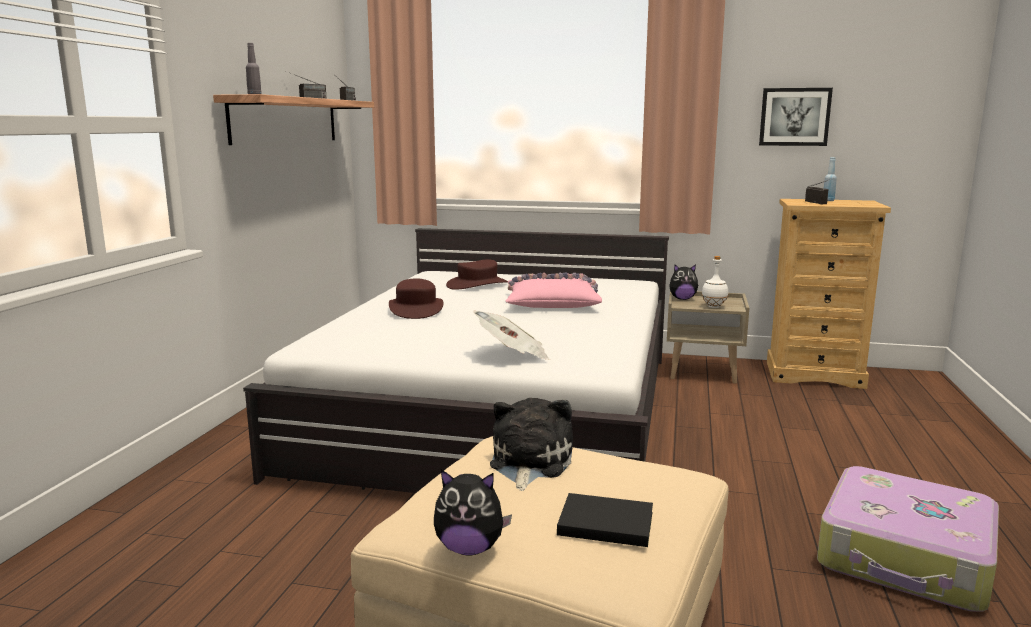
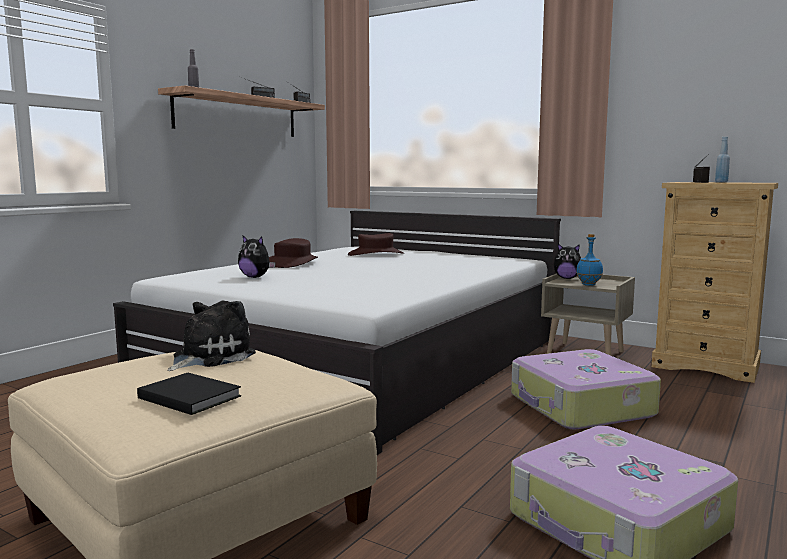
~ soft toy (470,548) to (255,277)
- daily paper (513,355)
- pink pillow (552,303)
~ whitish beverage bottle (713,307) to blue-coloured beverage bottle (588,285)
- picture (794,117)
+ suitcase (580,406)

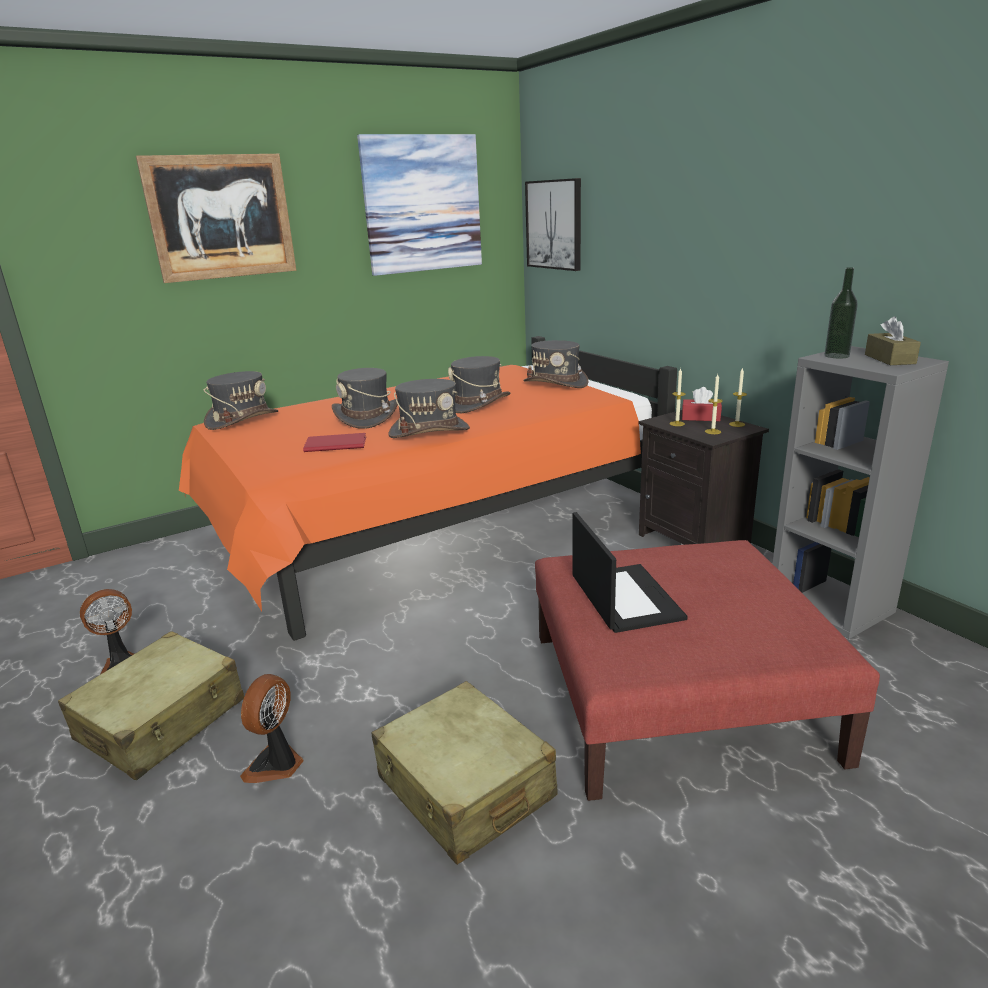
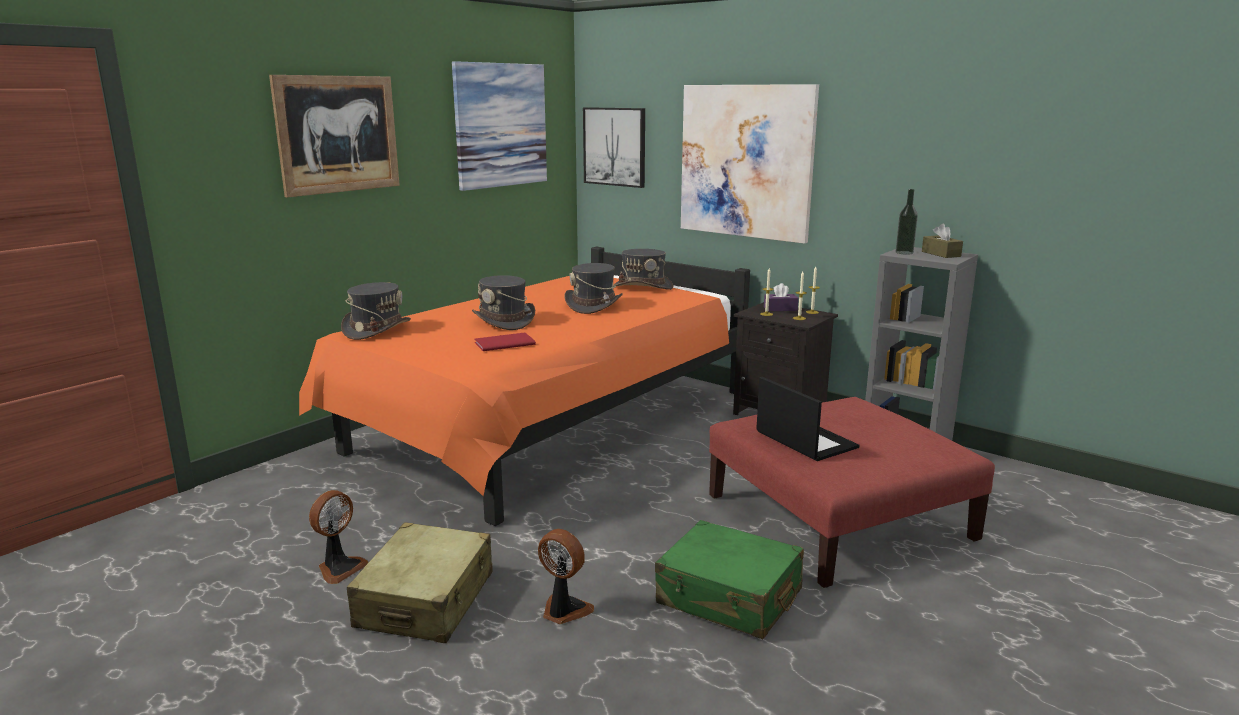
~ fan (276,764) = (563,611) 120 degrees clockwise
~ sand-coloured suitcase (465,788) to green-coloured suitcase (729,597)
- greyish wearable hat (429,431)
~ reddish box of tissues (700,418) to purple box of tissues (780,309)
+ picture (746,161)

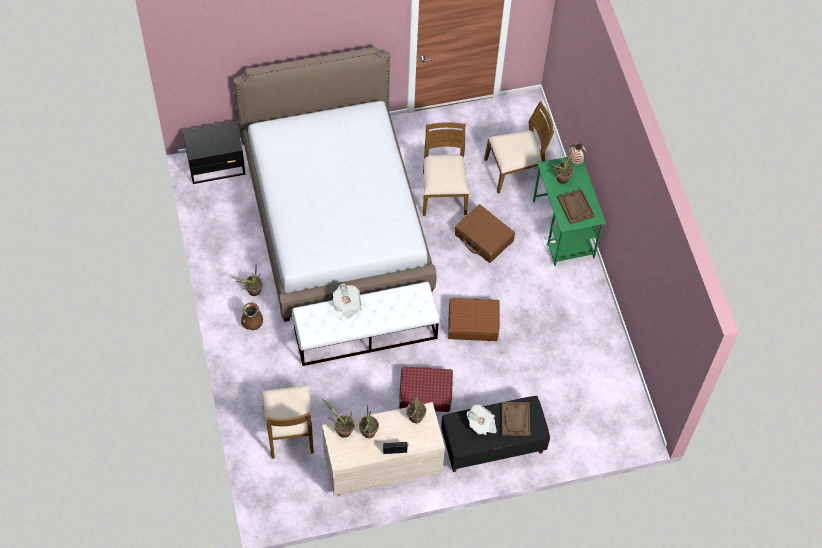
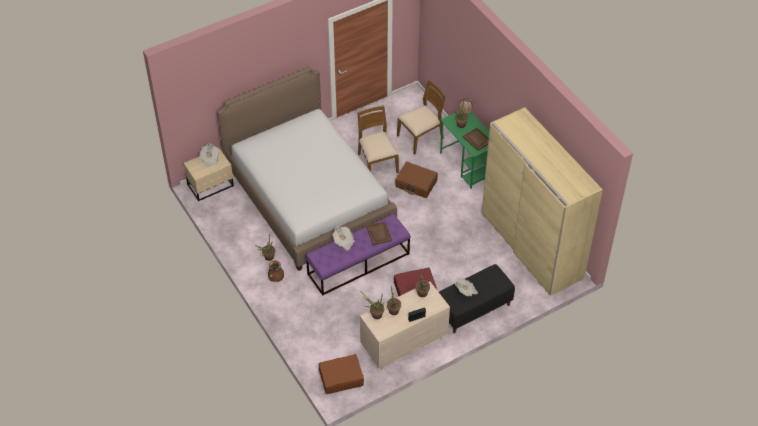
~ black nightstand (217,166) to sand-coloured nightstand (211,185)
- brown-coloured plain chair (289,430)
~ whitish indoor bench (366,334) to purple indoor bench (359,263)
~ brown-coloured suitcase (472,323) to (341,378)
~ brown-coloured serving tray (515,419) to (379,234)
+ daily paper (209,159)
+ sand-coloured armoire (531,245)

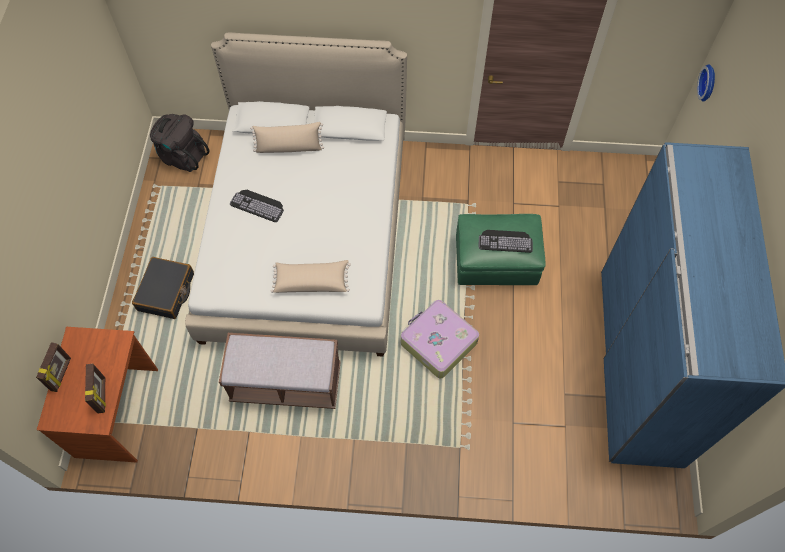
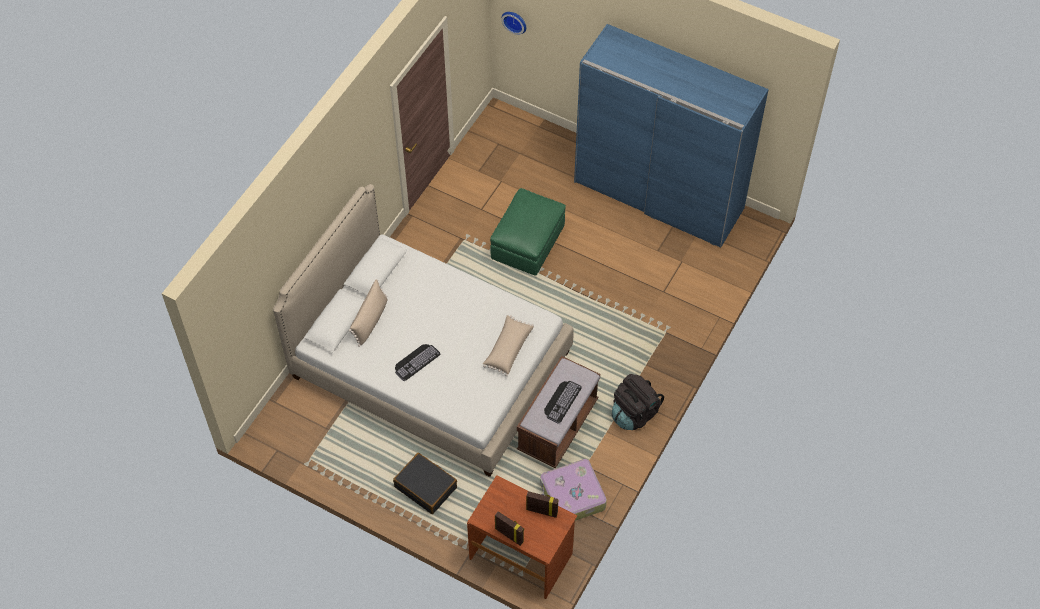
~ black knapsack (182,156) to (634,413)
~ suitcase (437,342) to (572,497)
~ PC keyboard (506,240) to (561,400)

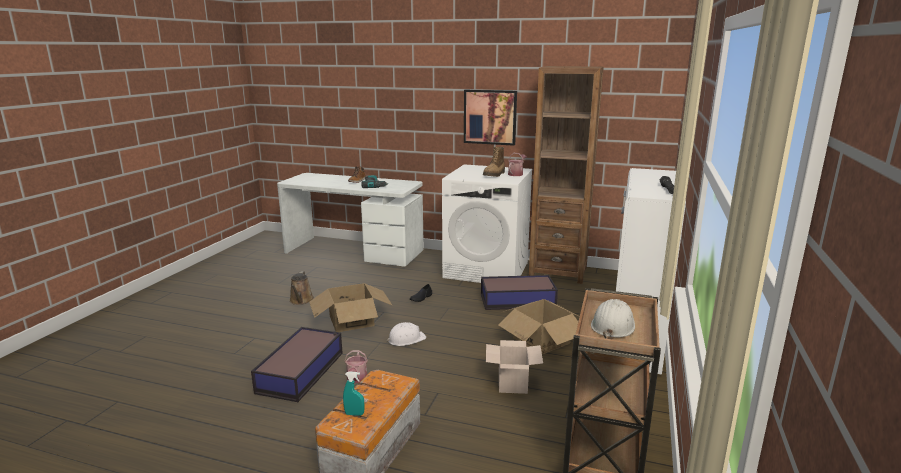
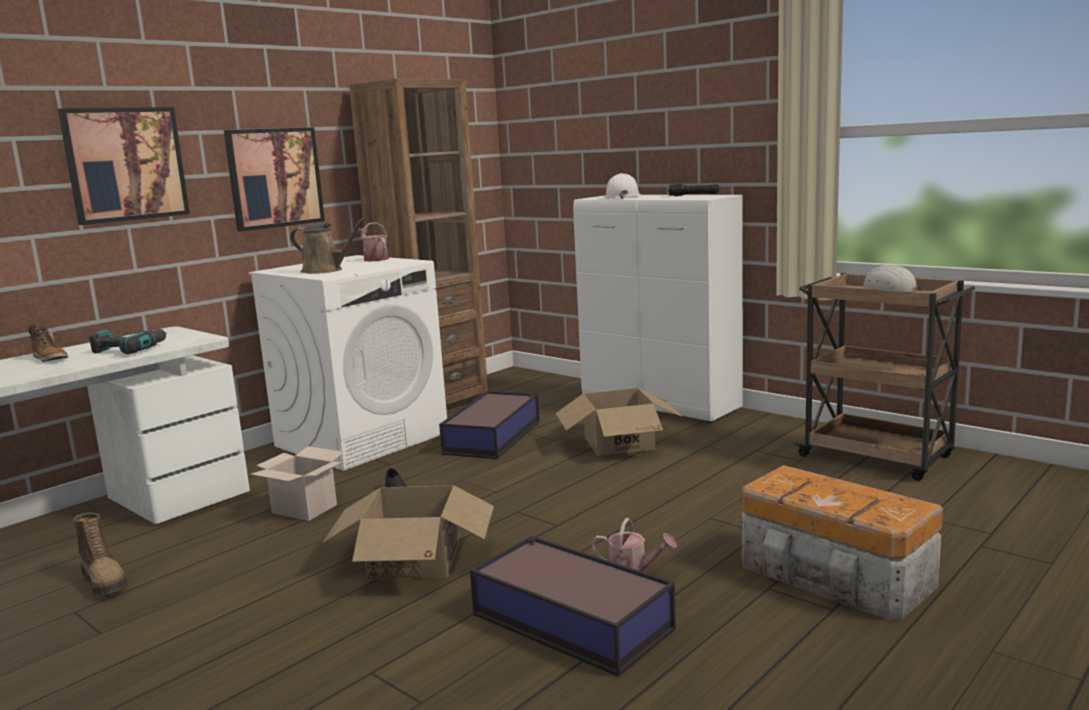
~ brown-coloured sprinkling can (301,301) to (325,270)
- turquoise spray bottle (354,414)
~ whitish safety helmet (406,339) to (622,197)
~ high-top boot (494,175) to (105,582)
~ packing box (511,382) to (302,509)
+ picture (125,164)

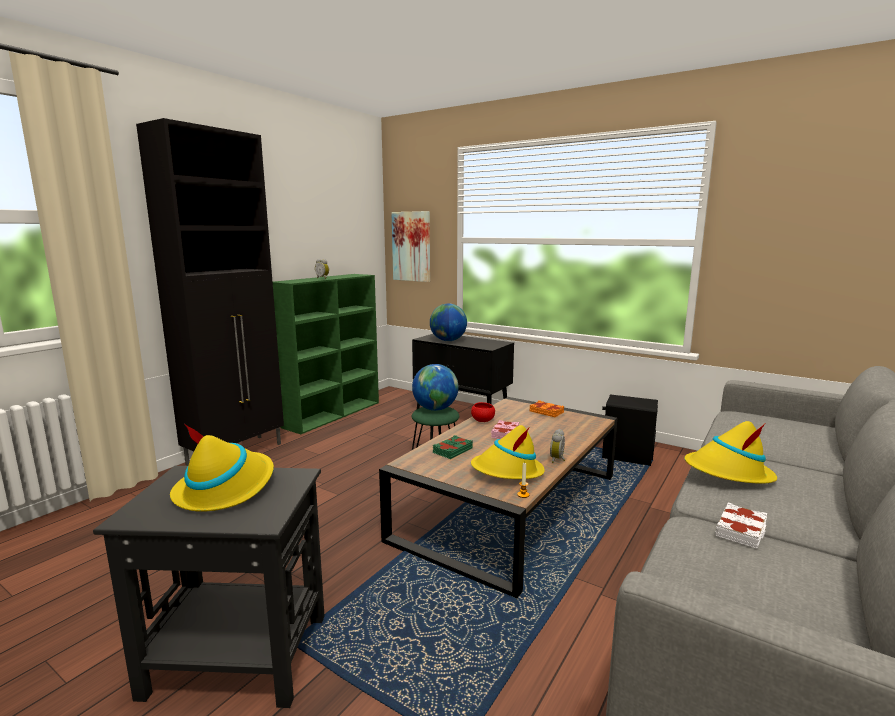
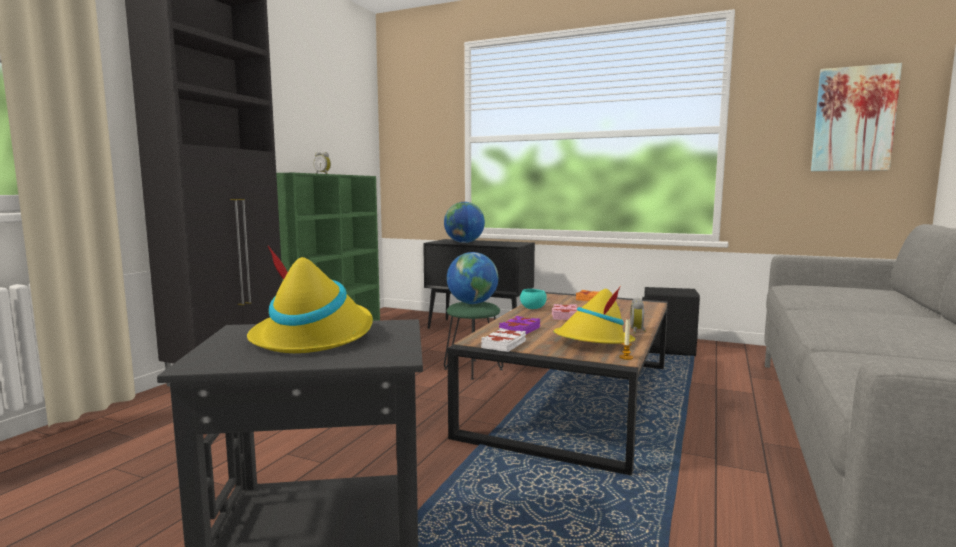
~ picture (411,246) to (853,119)
~ green-coloured bound book (452,450) to purple bound book (519,330)
~ reddish serving bowl (482,421) to turquoise serving bowl (532,308)
- yellowish wearable hat (727,473)
~ whitish bound book (741,530) to (504,344)

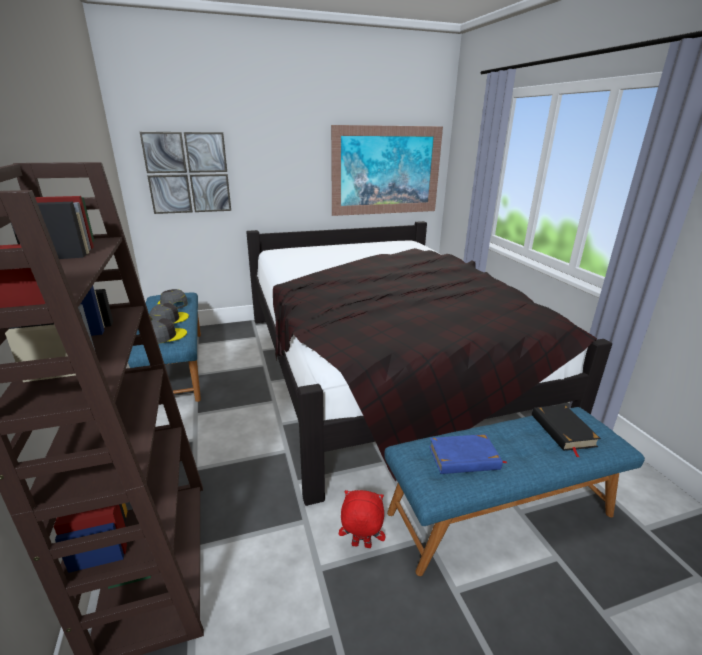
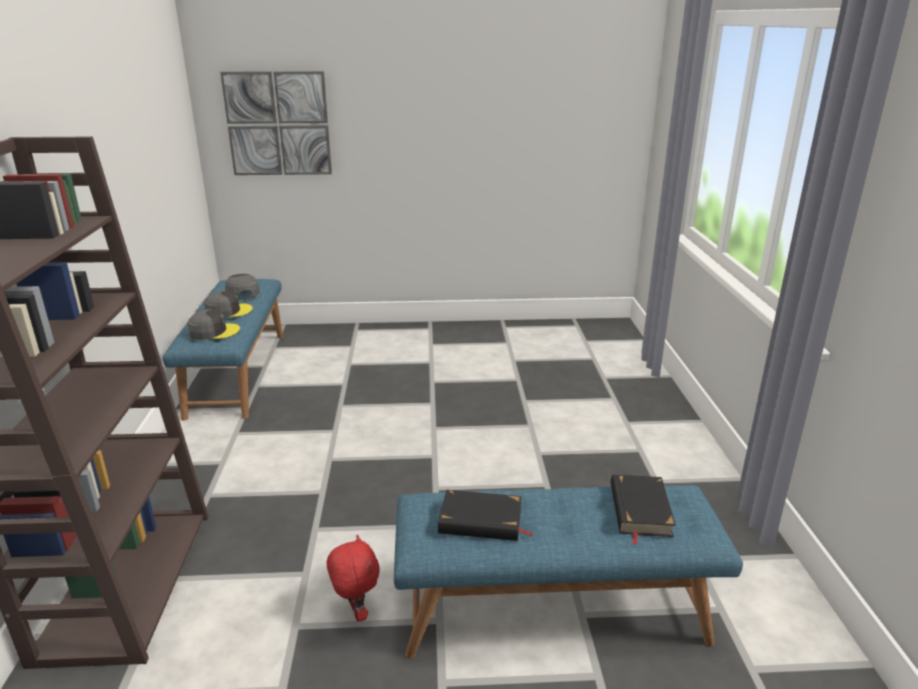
- black bed (384,368)
- picture (386,171)
~ reddish soft toy (361,546) = (355,612) 45 degrees clockwise
~ blue-coloured bound book (464,458) to black bound book (481,521)

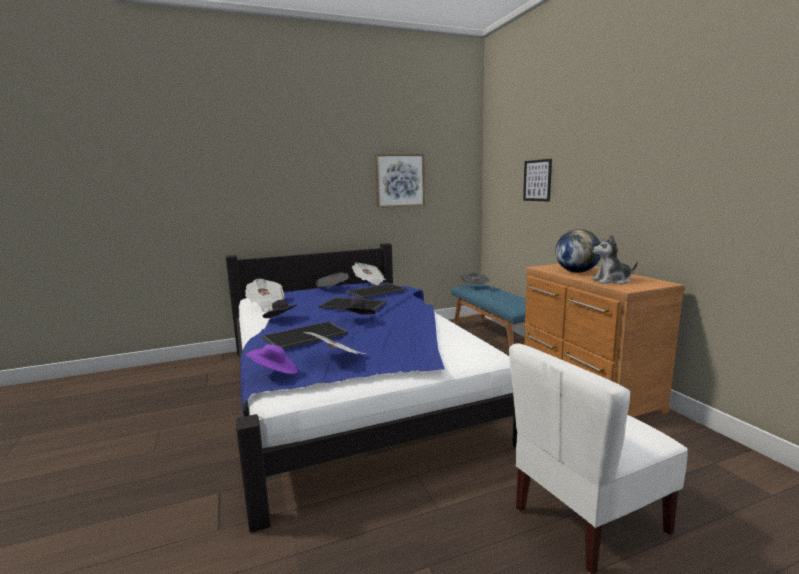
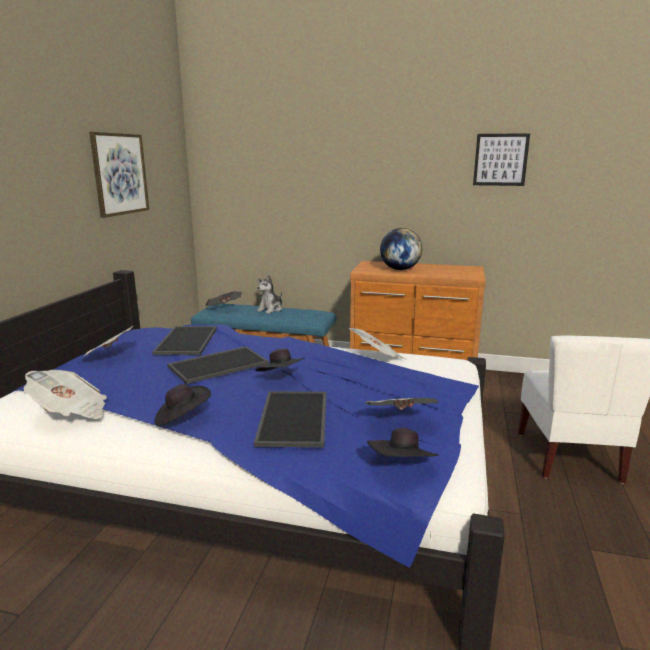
~ purple wearable hat (274,373) to black wearable hat (402,466)
~ daily paper (369,282) to (377,358)
~ picture (537,180) to (500,160)
~ soft toy (612,281) to (270,309)

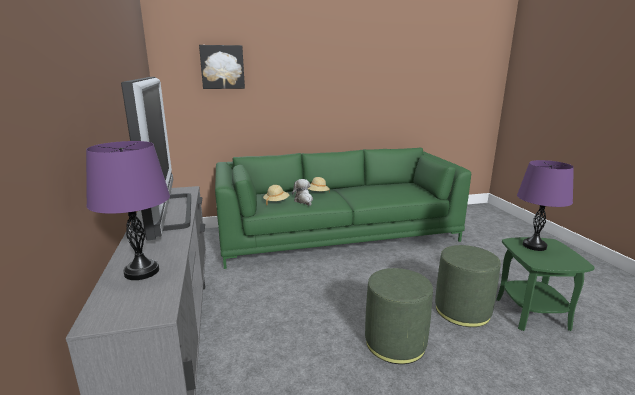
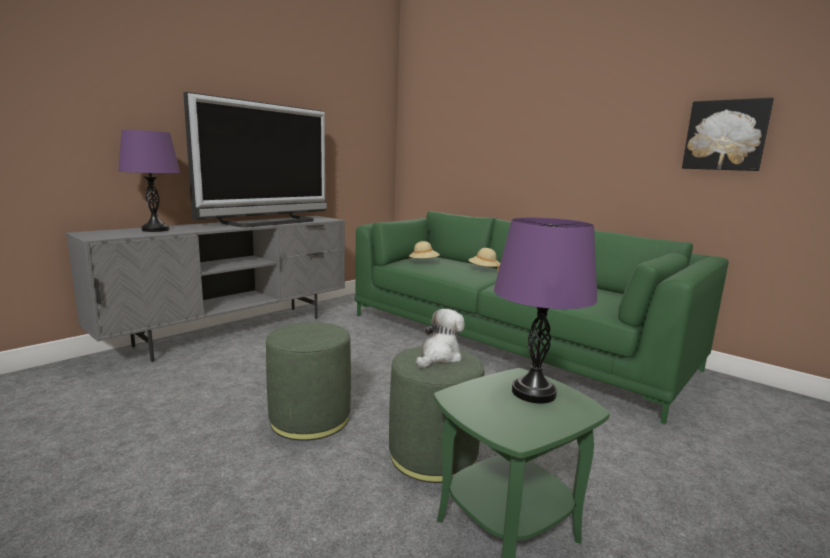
~ picture (222,67) to (725,135)
~ soft toy (304,201) to (439,356)

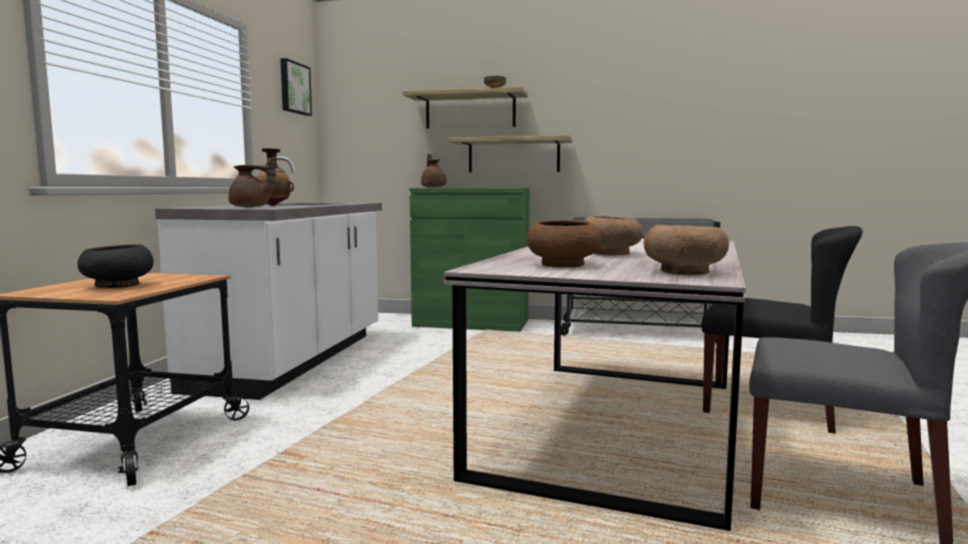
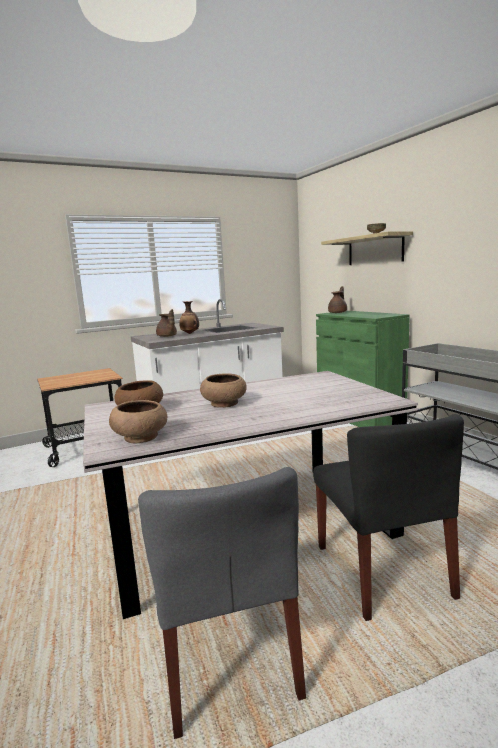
- black serving bowl (117,285)
- picture (294,88)
- bracket shelf (513,155)

